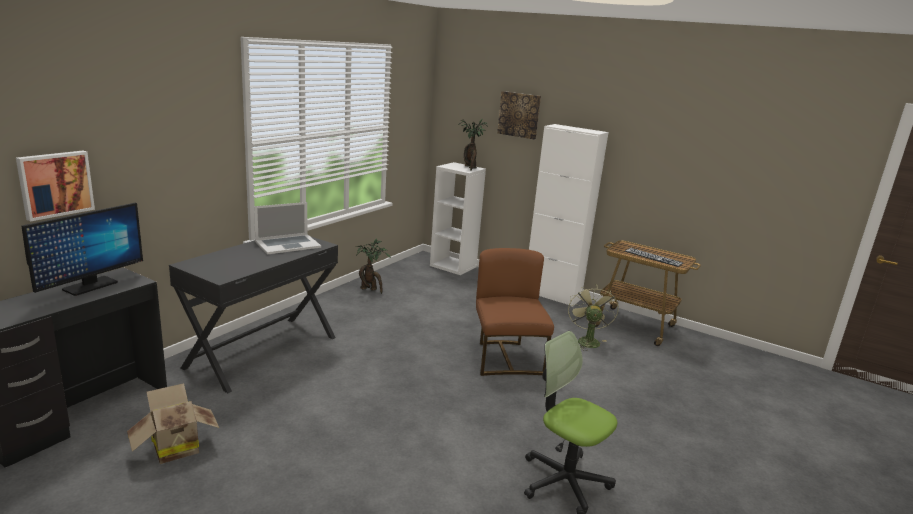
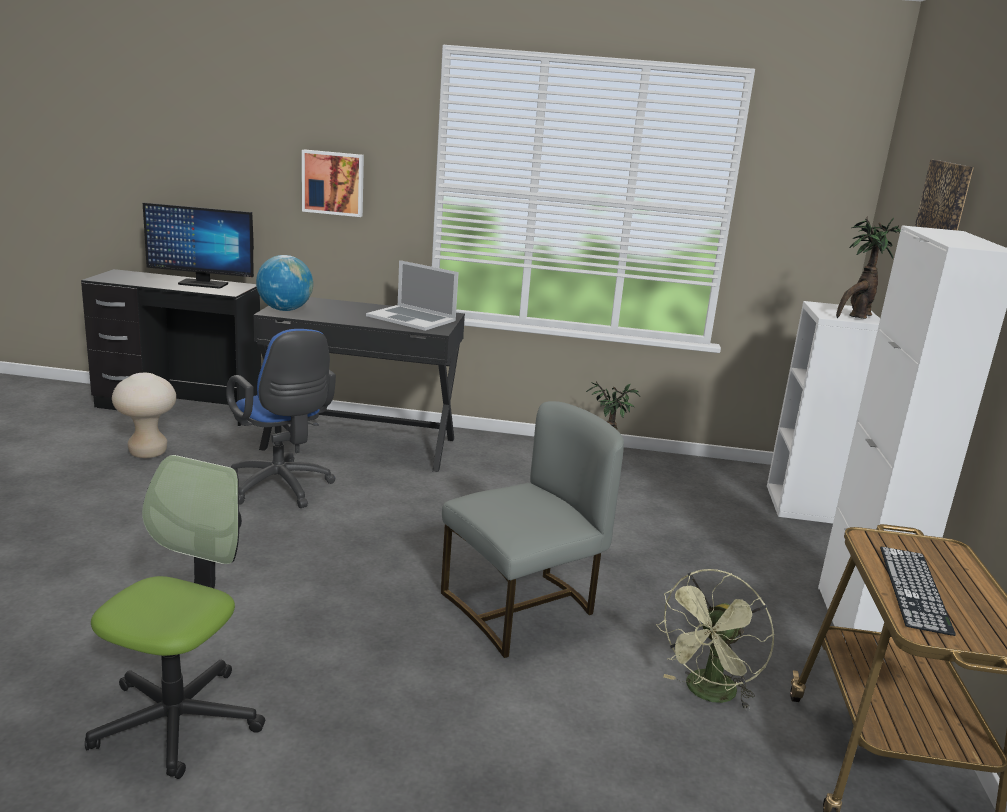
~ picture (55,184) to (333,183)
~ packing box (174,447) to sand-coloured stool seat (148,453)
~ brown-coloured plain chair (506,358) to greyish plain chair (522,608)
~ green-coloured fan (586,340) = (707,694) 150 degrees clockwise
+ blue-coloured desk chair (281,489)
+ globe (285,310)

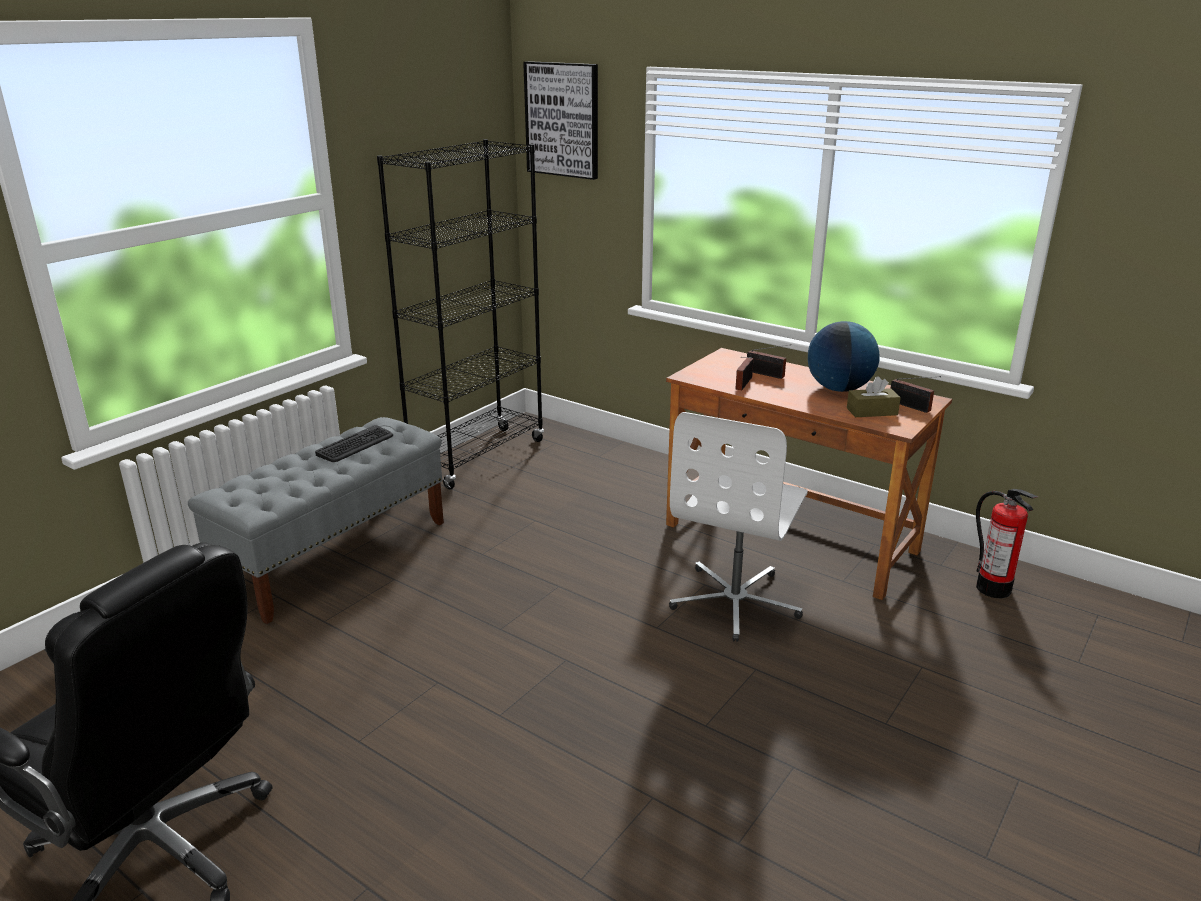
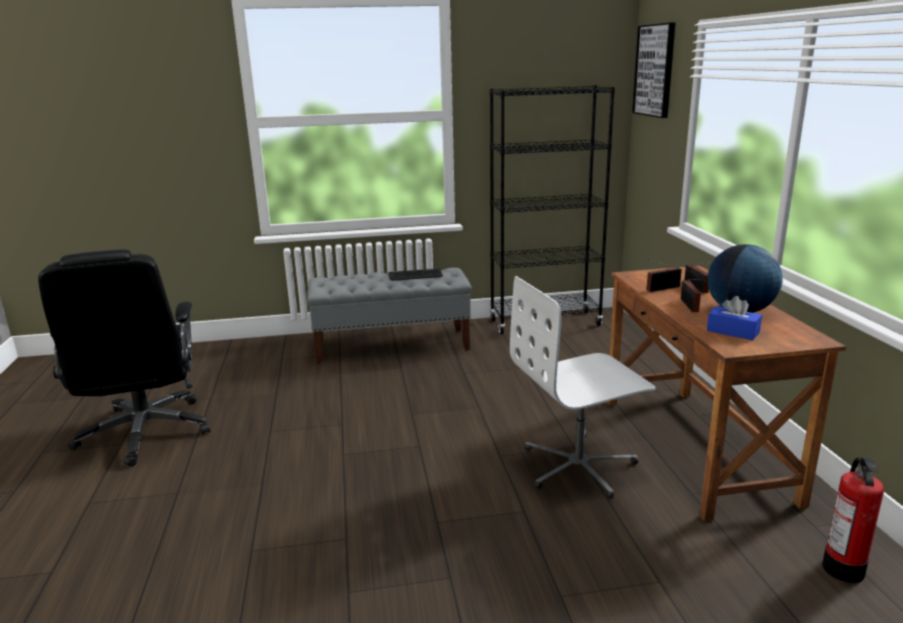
~ brown-coloured box of tissues (872,411) to blue-coloured box of tissues (733,331)
~ radio (911,406) to (689,306)

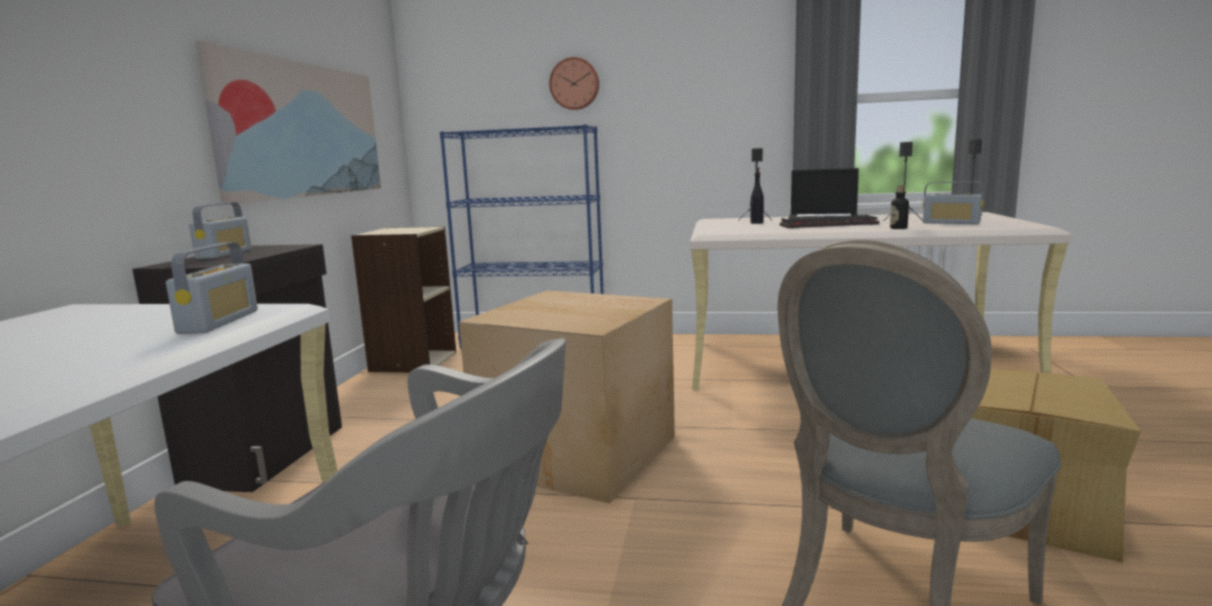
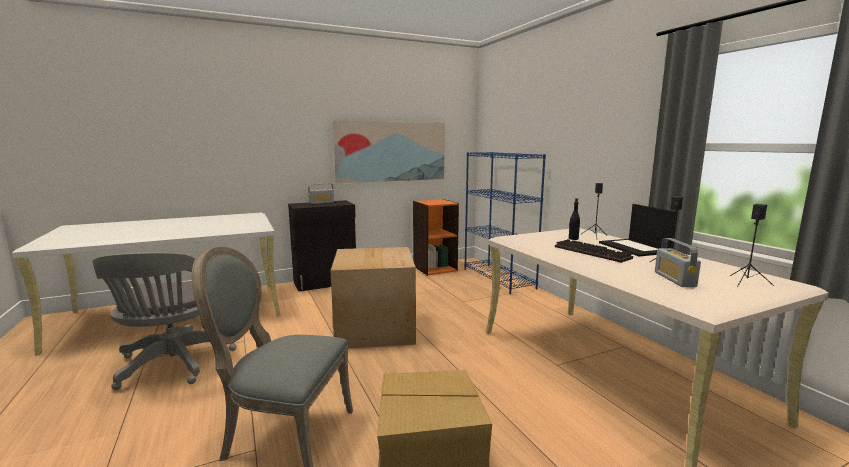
- radio (219,322)
~ sand-coloured bookshelf (412,362) to orangey bookshelf (434,268)
- hanging clock (574,84)
- beverage bottle (898,228)

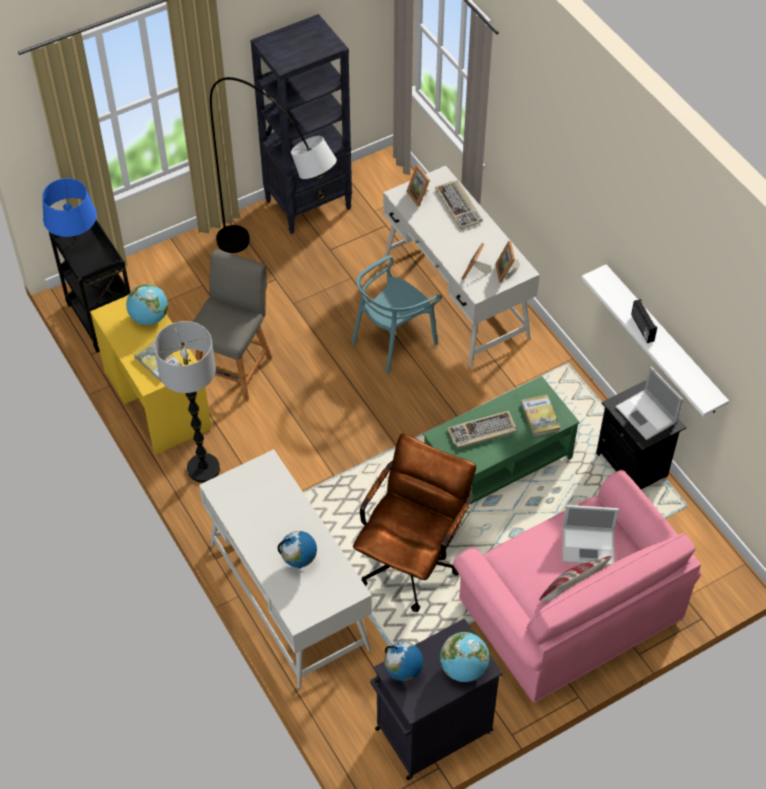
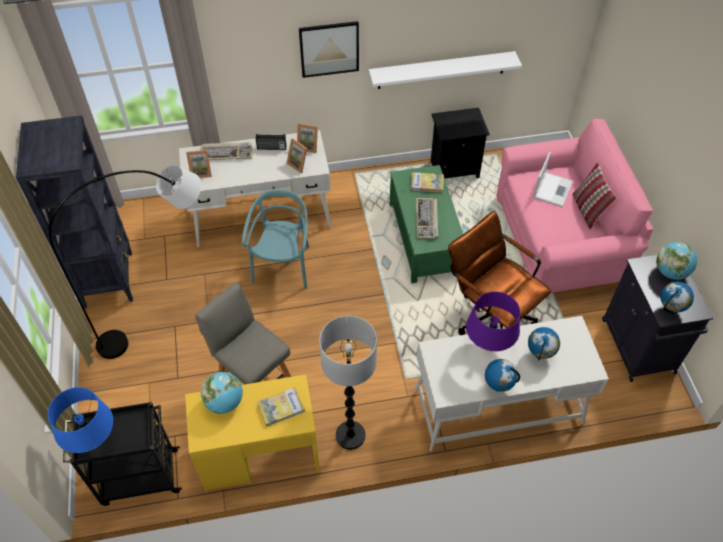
~ turquoise plain chair (393,341) = (283,266) 150 degrees counterclockwise
- notebook computer (647,415)
~ radio (641,328) to (271,148)
+ picture (329,49)
+ purple table lamp (488,346)
+ globe (497,386)

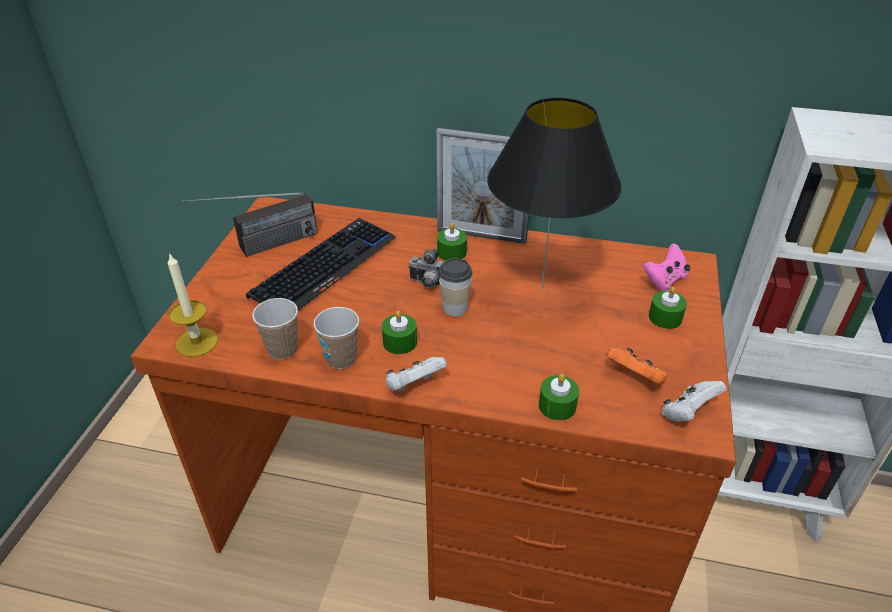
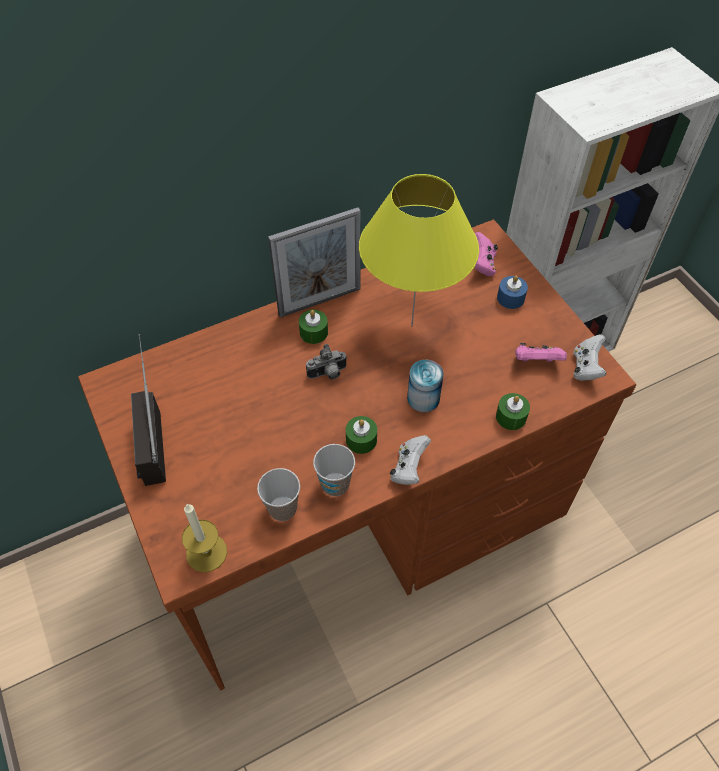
~ radio (260,248) = (149,430) 150 degrees clockwise
- PC keyboard (325,267)
- small cup (454,308)
~ black table lamp (542,289) to yellowish table lamp (411,325)
~ orangey game controller (635,379) to pink game controller (536,362)
~ green-coloured wax candle (665,317) to blue-coloured wax candle (510,298)
+ can (423,398)

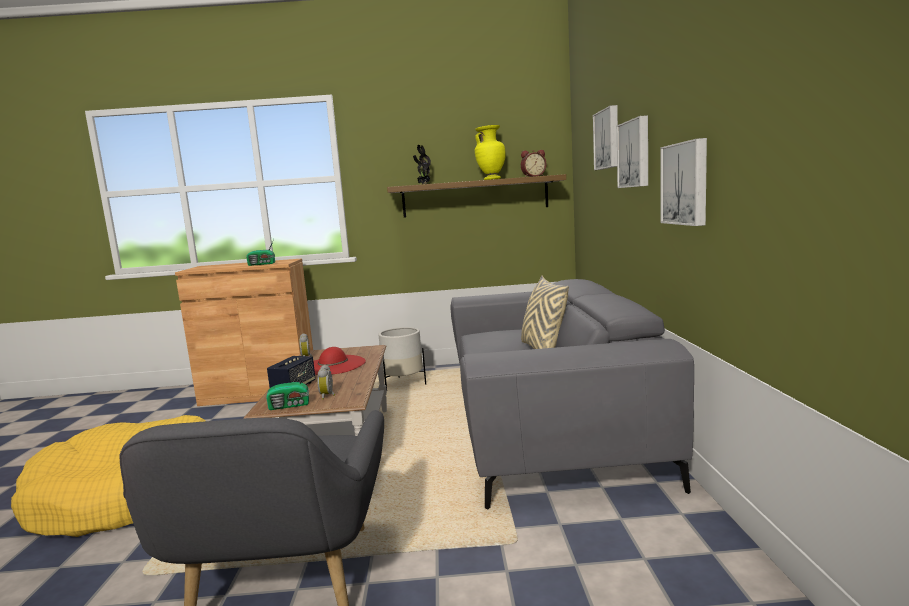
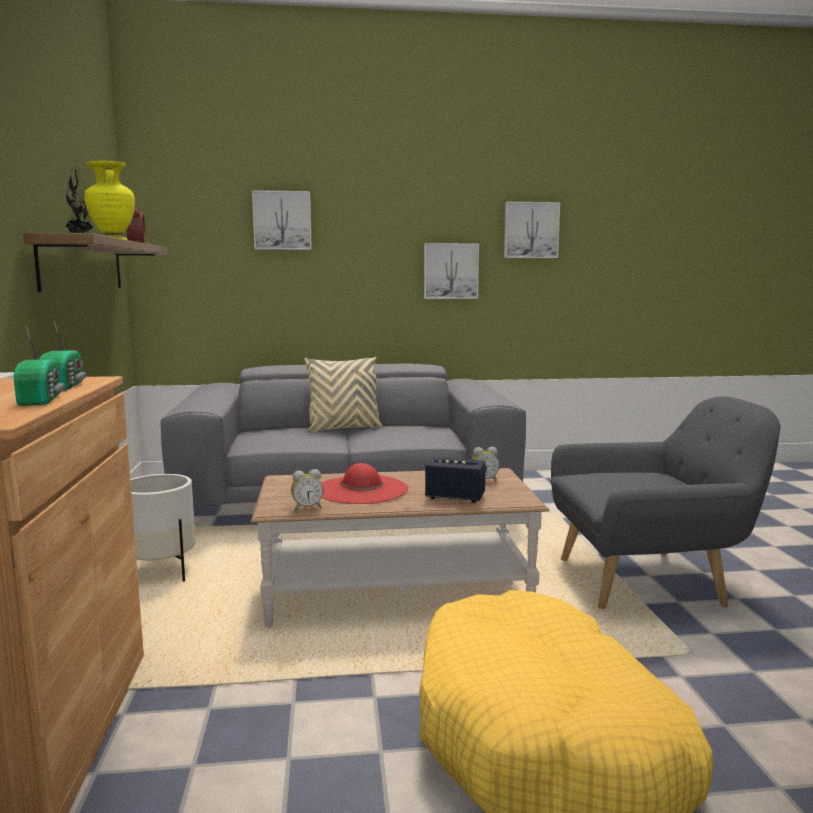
~ radio (290,405) to (42,399)
~ picture (635,154) to (530,230)

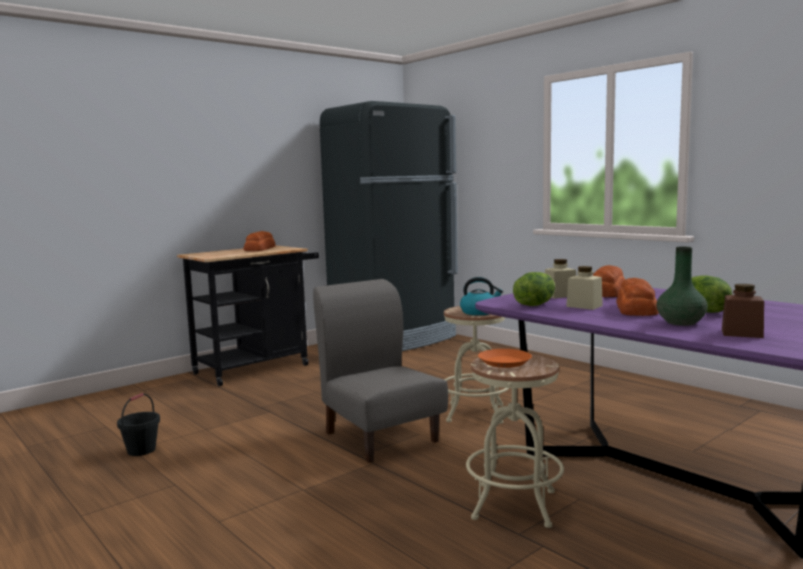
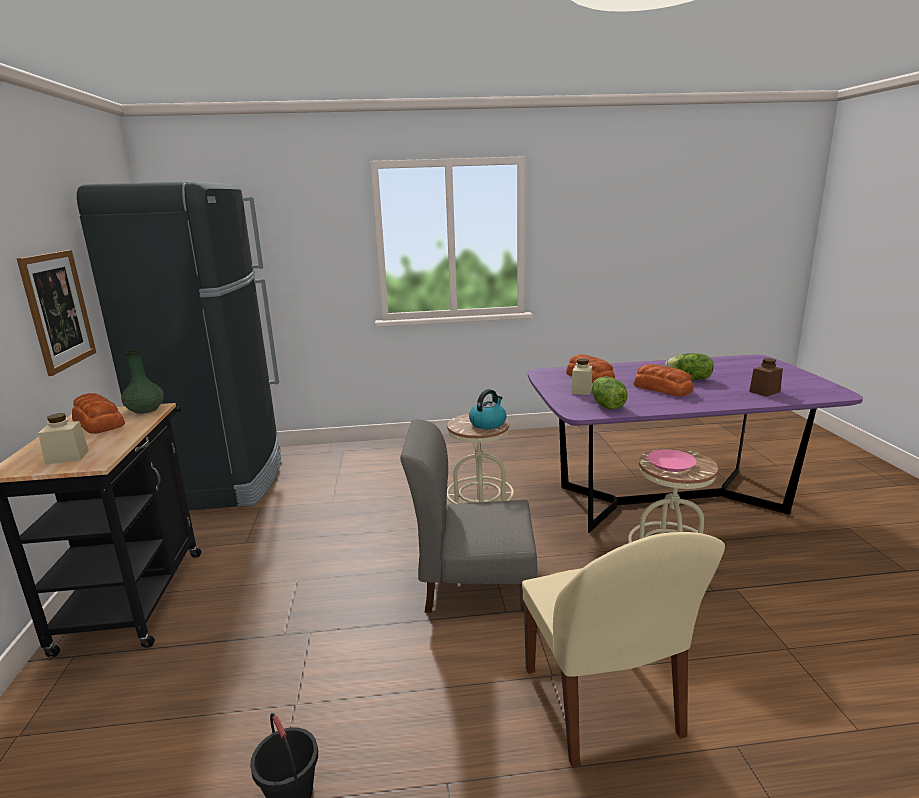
~ orangey dinner plate (505,362) to pink dinner plate (671,464)
~ sand-coloured storage jar (584,306) to (67,457)
~ green-coloured flower vase (680,322) to (145,410)
+ picture (58,310)
+ sand-coloured plain chair (602,705)

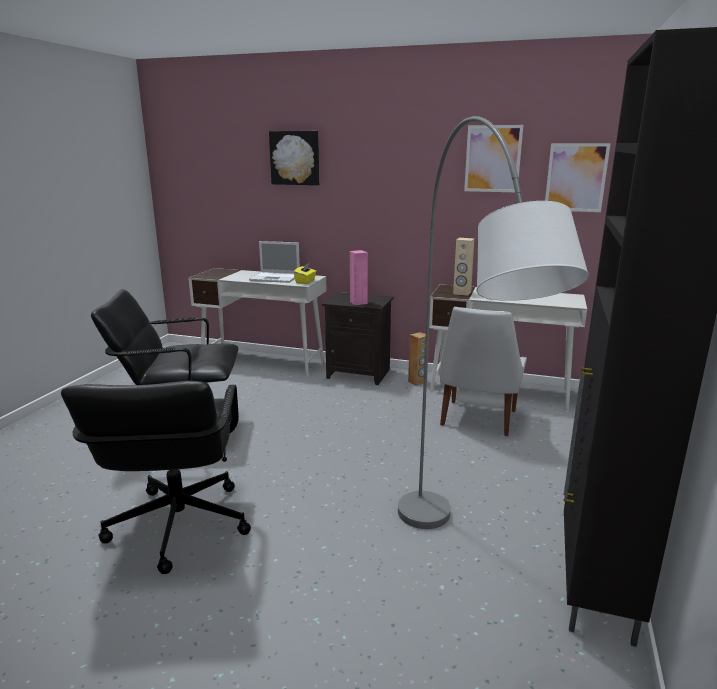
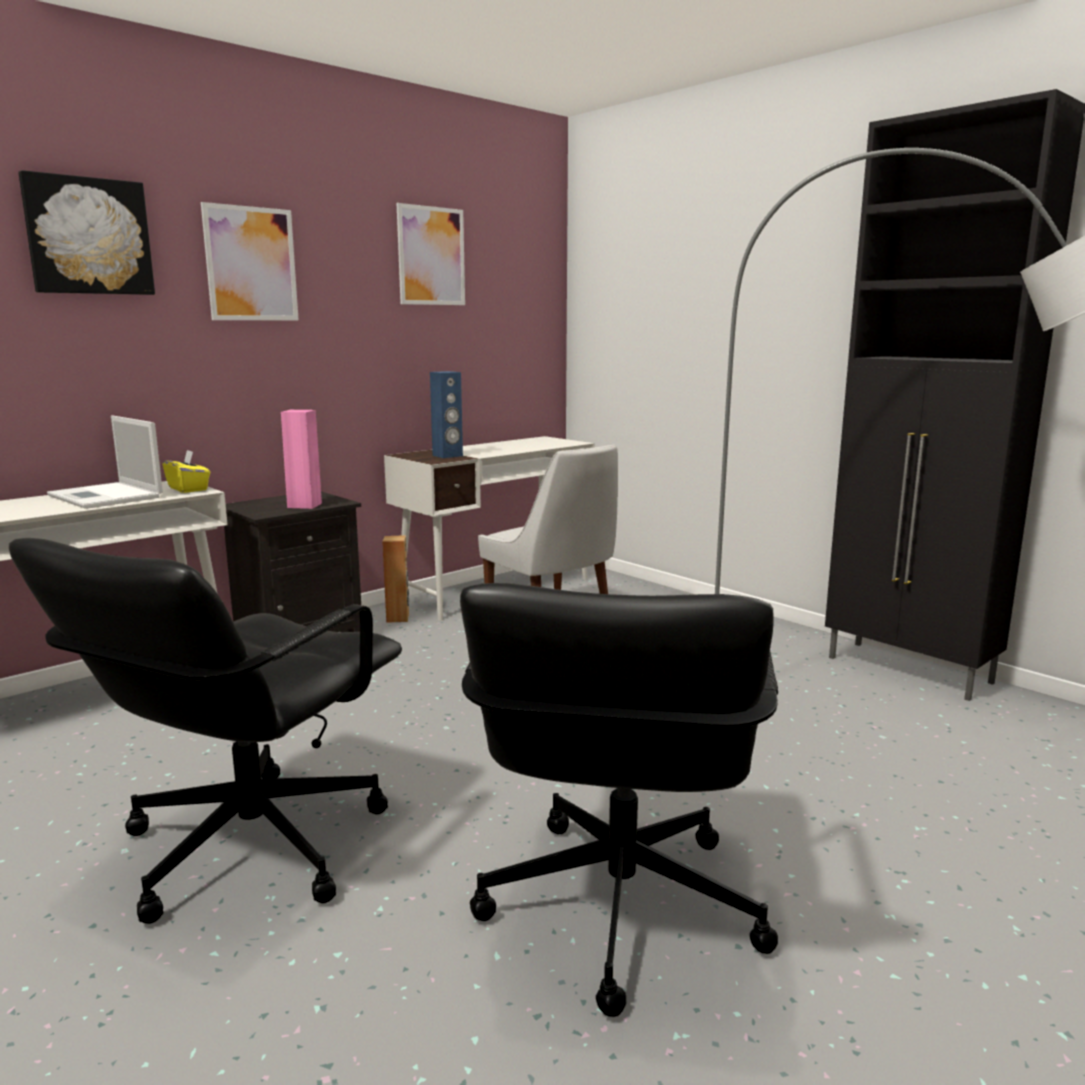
~ black desk chair (178,526) = (618,907) 75 degrees clockwise
~ notebook computer (276,278) = (107,496) 90 degrees clockwise
~ sand-coloured audio speaker (462,293) to blue-coloured audio speaker (447,456)
~ picture (576,177) to (251,264)

